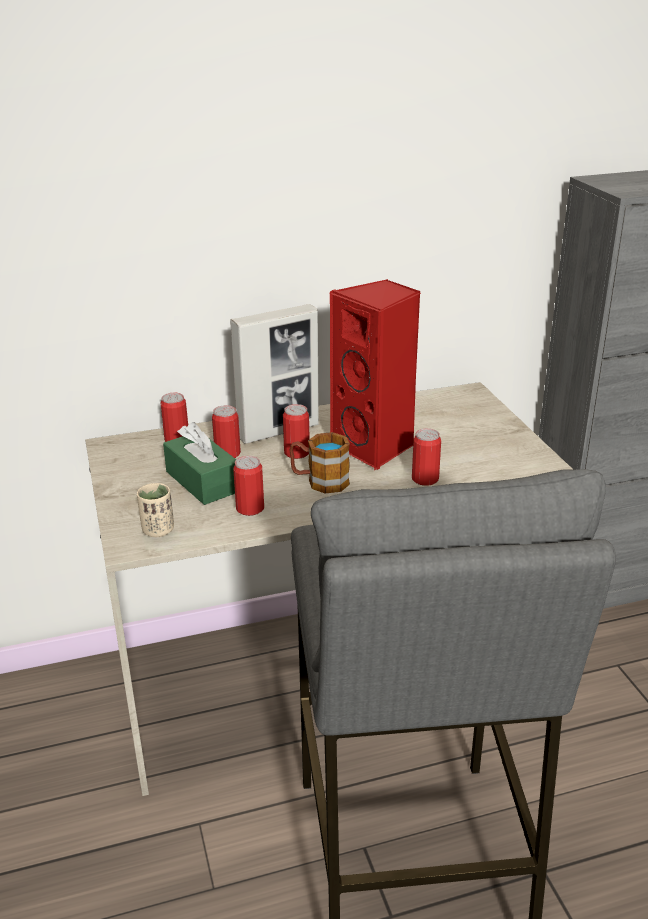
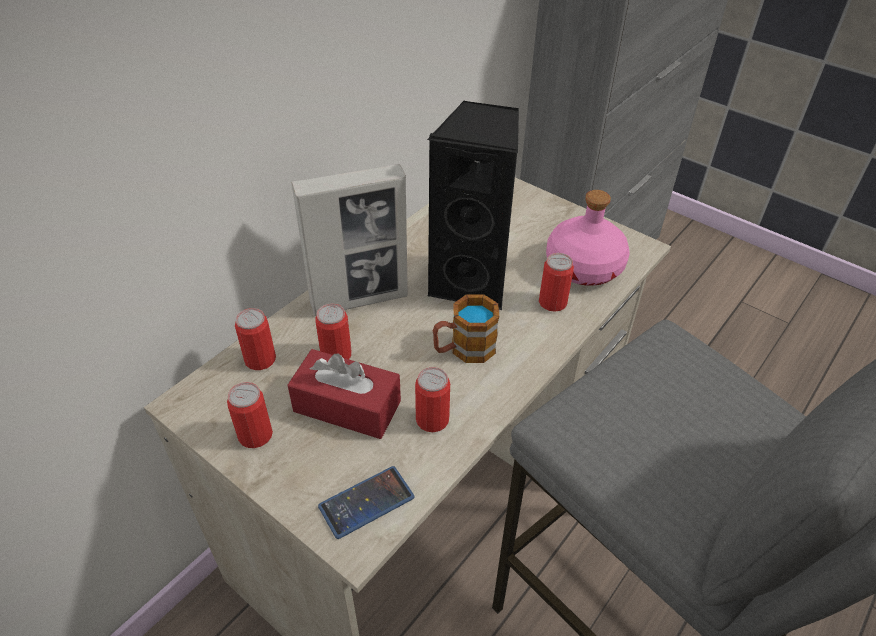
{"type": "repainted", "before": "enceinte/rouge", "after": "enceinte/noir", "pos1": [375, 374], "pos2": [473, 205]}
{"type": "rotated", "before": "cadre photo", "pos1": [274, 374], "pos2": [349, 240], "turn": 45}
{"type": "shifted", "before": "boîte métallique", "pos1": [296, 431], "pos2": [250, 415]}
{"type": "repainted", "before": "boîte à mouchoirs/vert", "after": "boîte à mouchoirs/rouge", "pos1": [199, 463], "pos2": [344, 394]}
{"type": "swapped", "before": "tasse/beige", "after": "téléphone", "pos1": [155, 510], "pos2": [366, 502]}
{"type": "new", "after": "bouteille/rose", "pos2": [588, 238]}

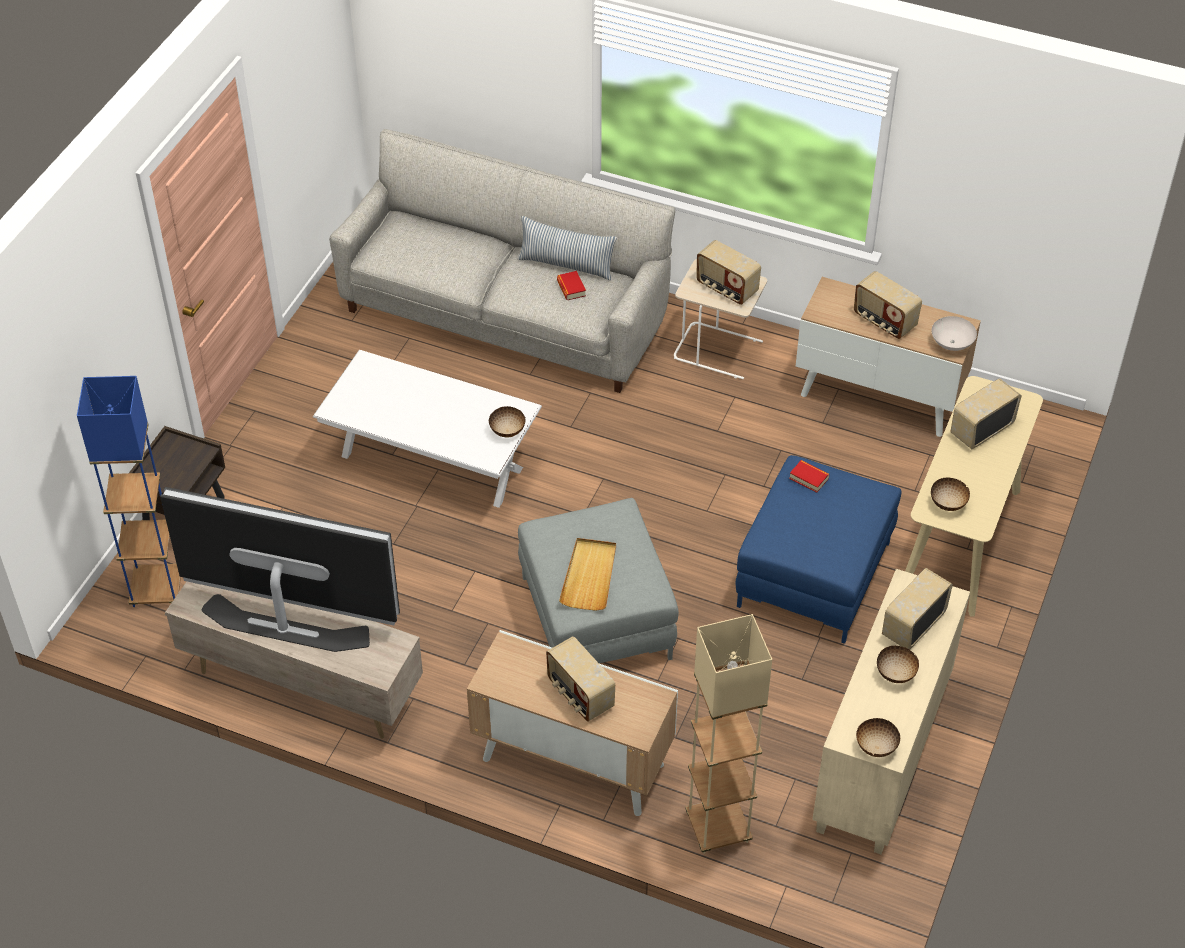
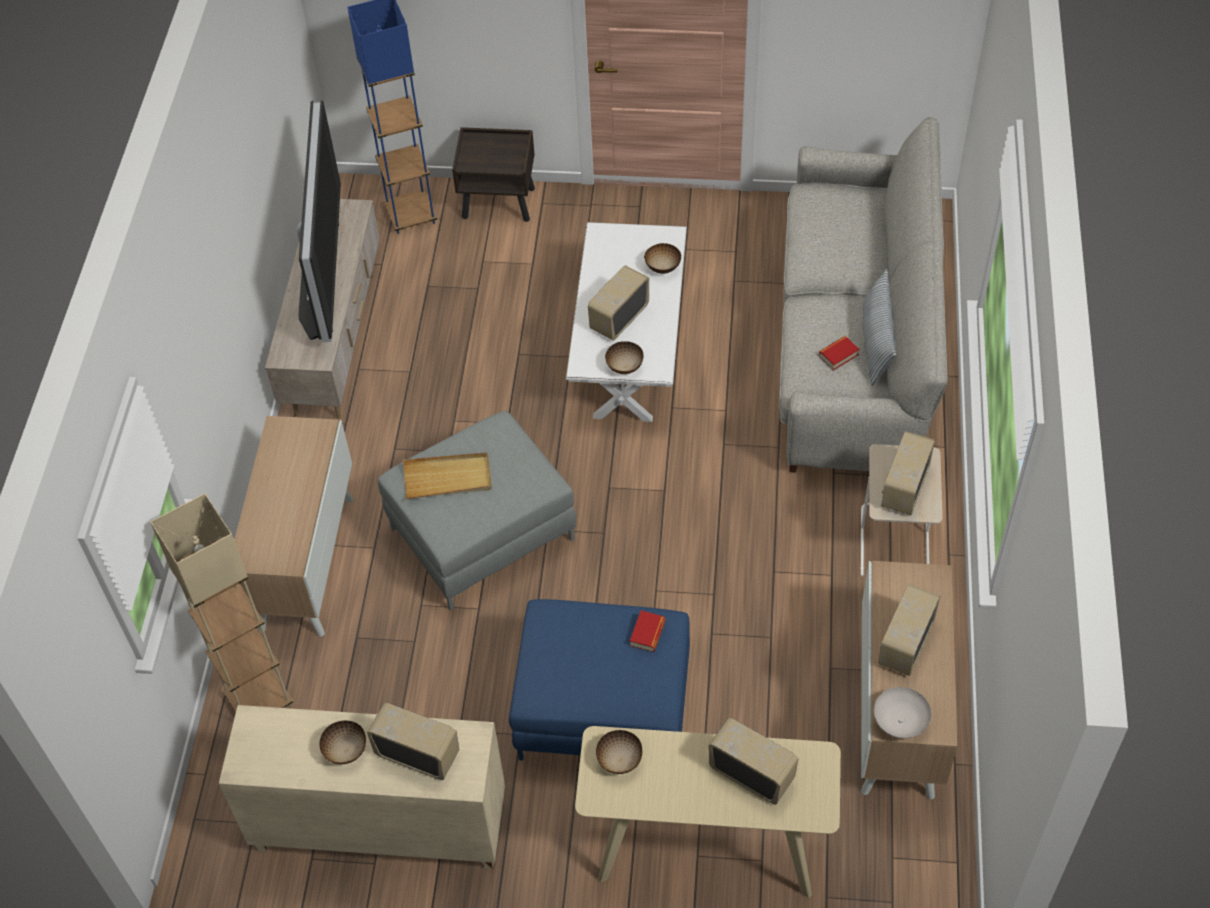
{"type": "shifted", "before": "radio", "pos1": [580, 679], "pos2": [618, 303]}
{"type": "shifted", "before": "bol", "pos1": [878, 737], "pos2": [662, 258]}

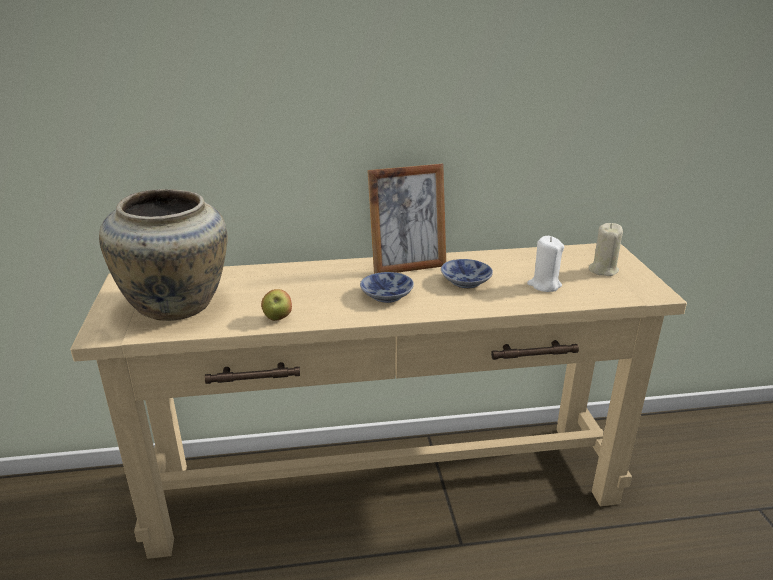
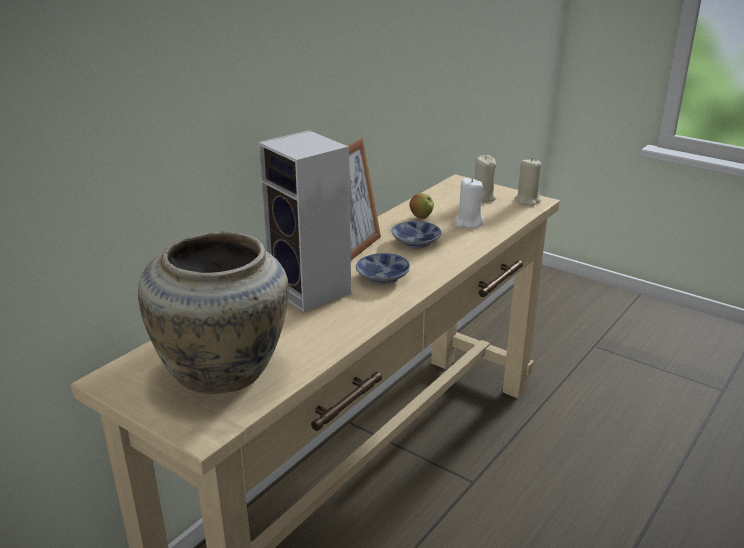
{"type": "shifted", "before": "pomme", "pos1": [276, 305], "pos2": [421, 206]}
{"type": "new", "after": "enceinte", "pos2": [304, 221]}
{"type": "new", "after": "bougie/beige", "pos2": [528, 182]}

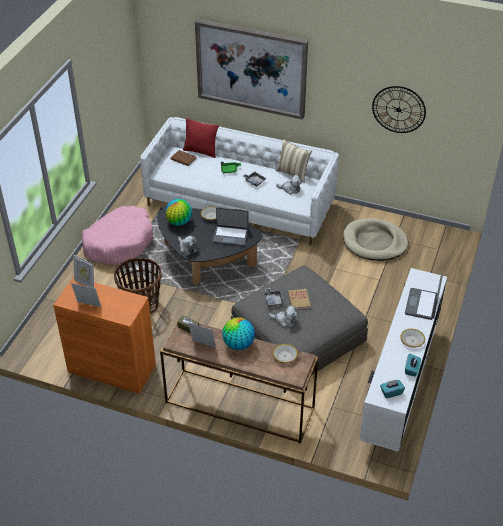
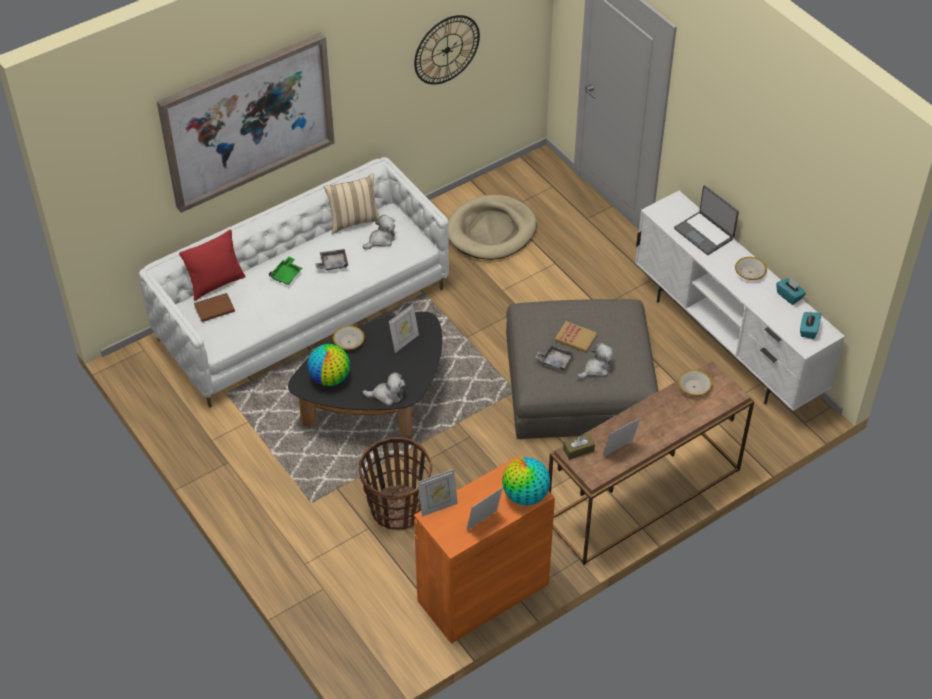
{"type": "gone", "before": "panier pour chien/rose", "pos1": [117, 235]}
{"type": "swapped", "before": "ordinateur portable", "after": "cadre photo", "pos1": [230, 226], "pos2": [404, 328]}
{"type": "shifted", "before": "globe", "pos1": [238, 333], "pos2": [526, 481]}

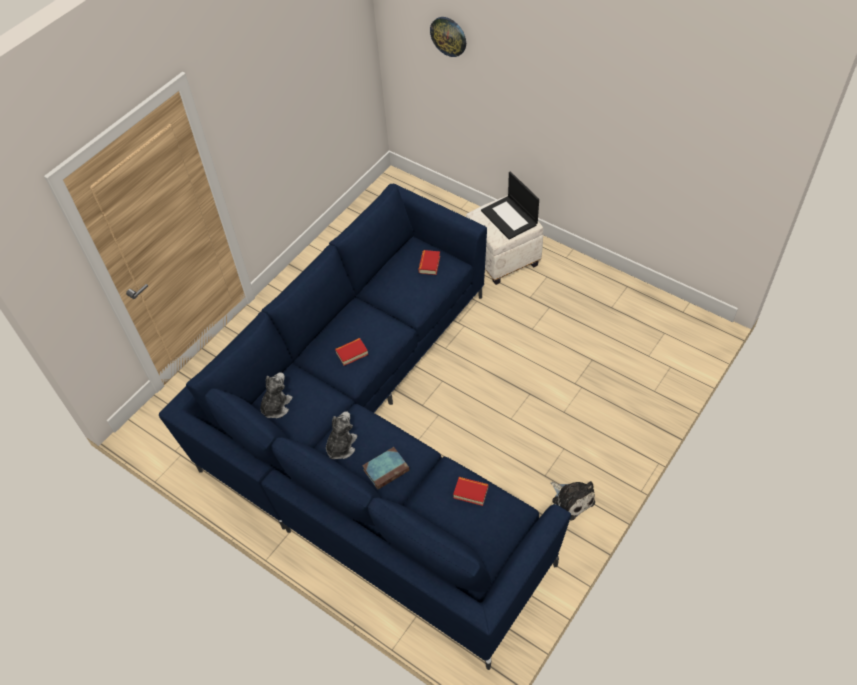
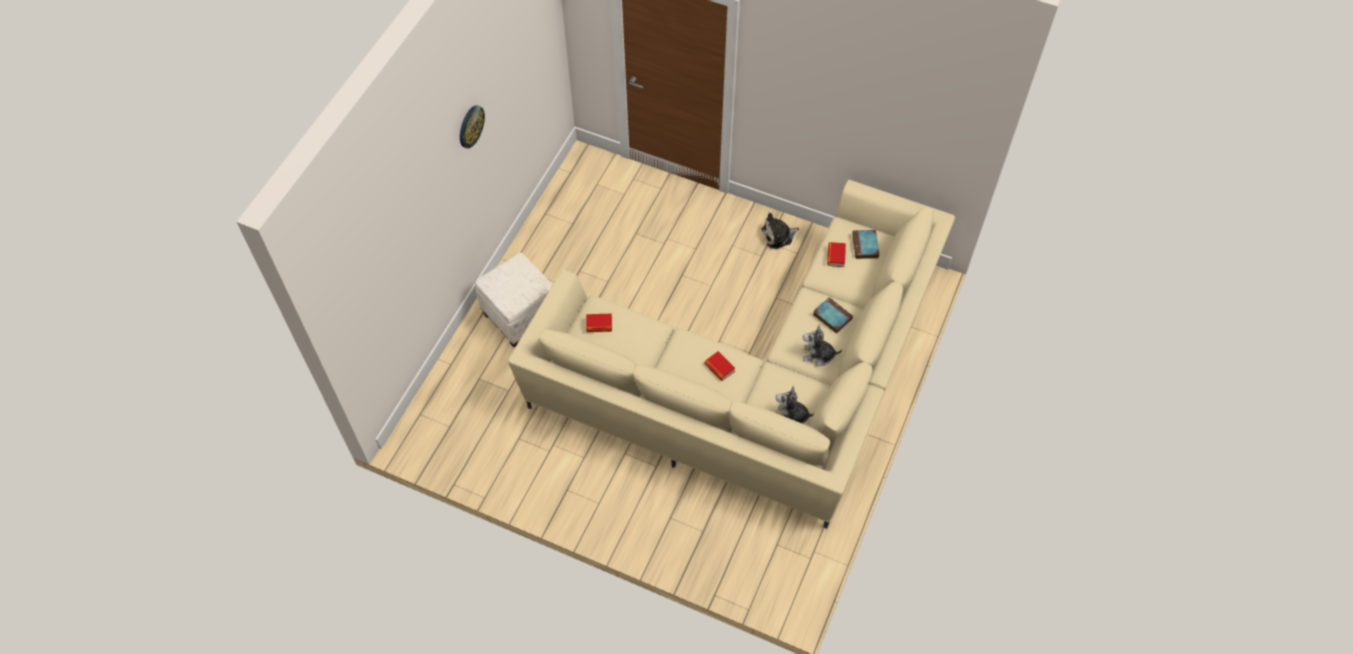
{"type": "shifted", "before": "horloge murale", "pos1": [448, 37], "pos2": [472, 126]}
{"type": "gone", "before": "ordinateur portable", "pos1": [510, 205]}
{"type": "repainted", "before": "canapé/bleu", "after": "canapé/beige", "pos1": [365, 427], "pos2": [731, 354]}
{"type": "rotated", "before": "peluche", "pos1": [573, 501], "pos2": [780, 231], "turn": -150}
{"type": "new", "after": "livre", "pos2": [866, 244]}

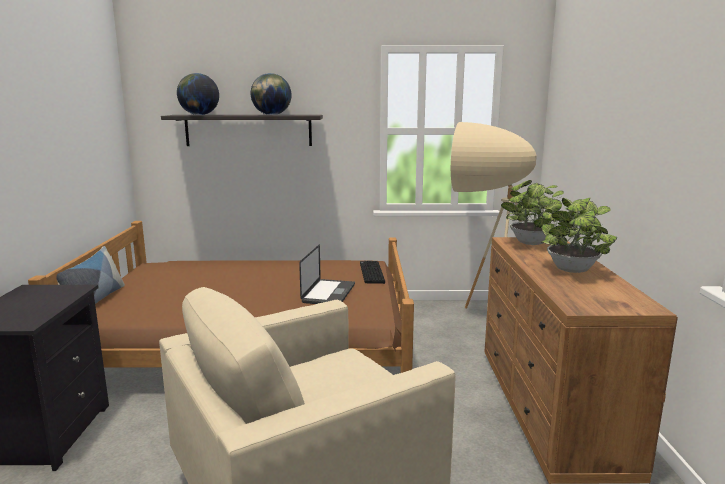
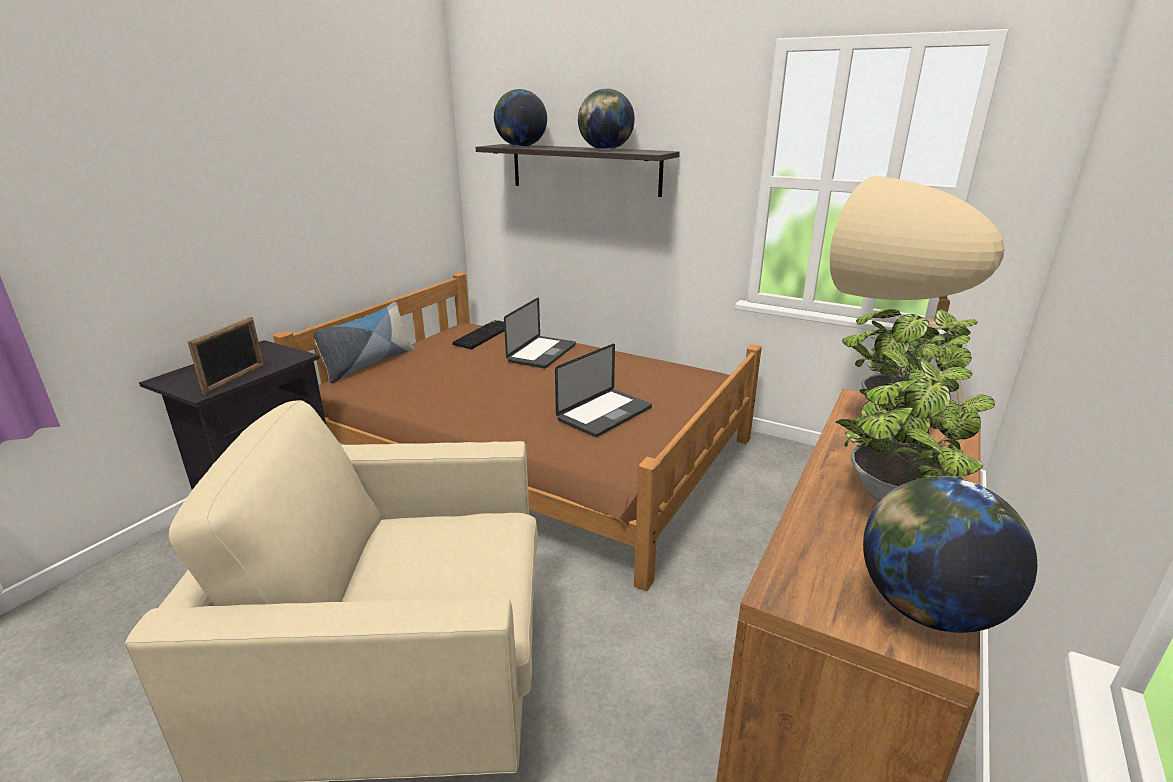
{"type": "shifted", "before": "clavier", "pos1": [372, 272], "pos2": [478, 335]}
{"type": "new", "after": "ordinateur portable", "pos2": [540, 332]}
{"type": "new", "after": "cadre photo", "pos2": [226, 356]}
{"type": "new", "after": "globe", "pos2": [950, 555]}

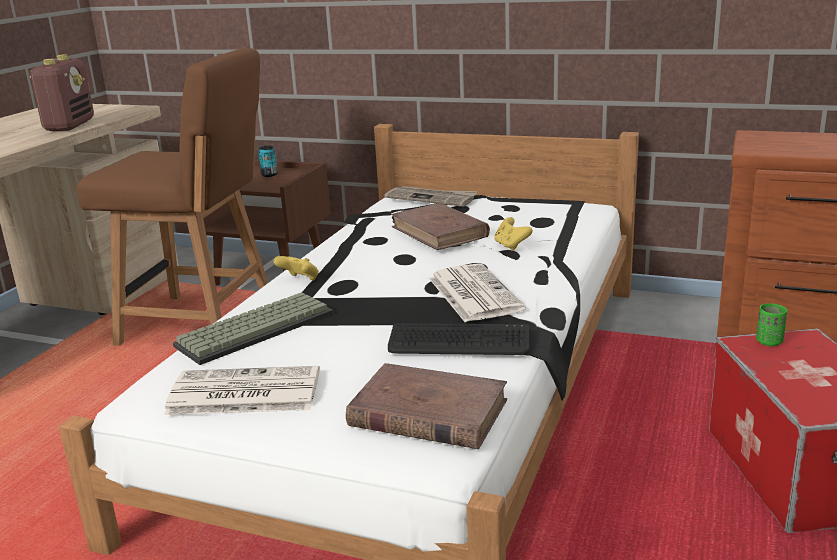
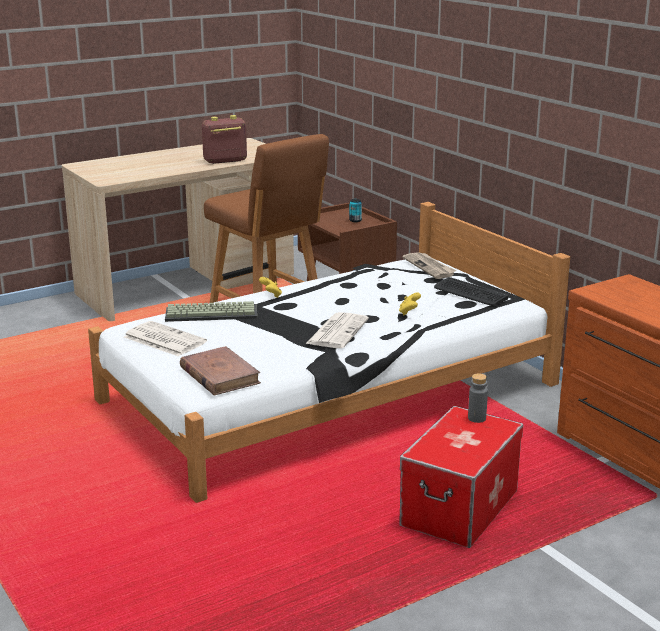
{"type": "rotated", "before": "radio", "pos1": [62, 92], "pos2": [224, 139], "turn": -150}
{"type": "gone", "before": "livre/marron", "pos1": [440, 226]}
{"type": "swapped", "before": "tasse/vert", "after": "bouteille/gris", "pos1": [772, 324], "pos2": [478, 398]}
{"type": "shifted", "before": "clavier", "pos1": [459, 339], "pos2": [471, 291]}

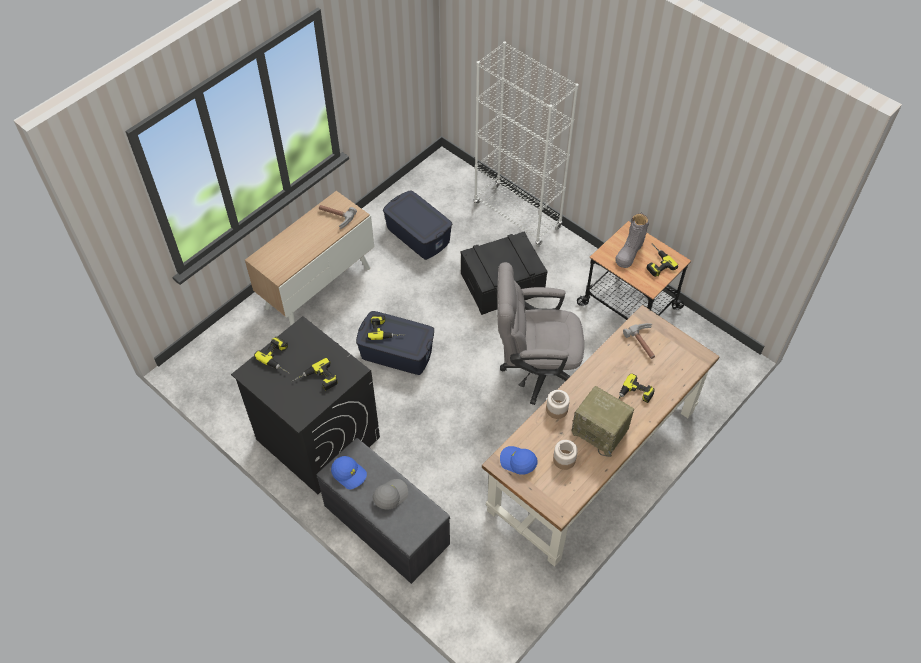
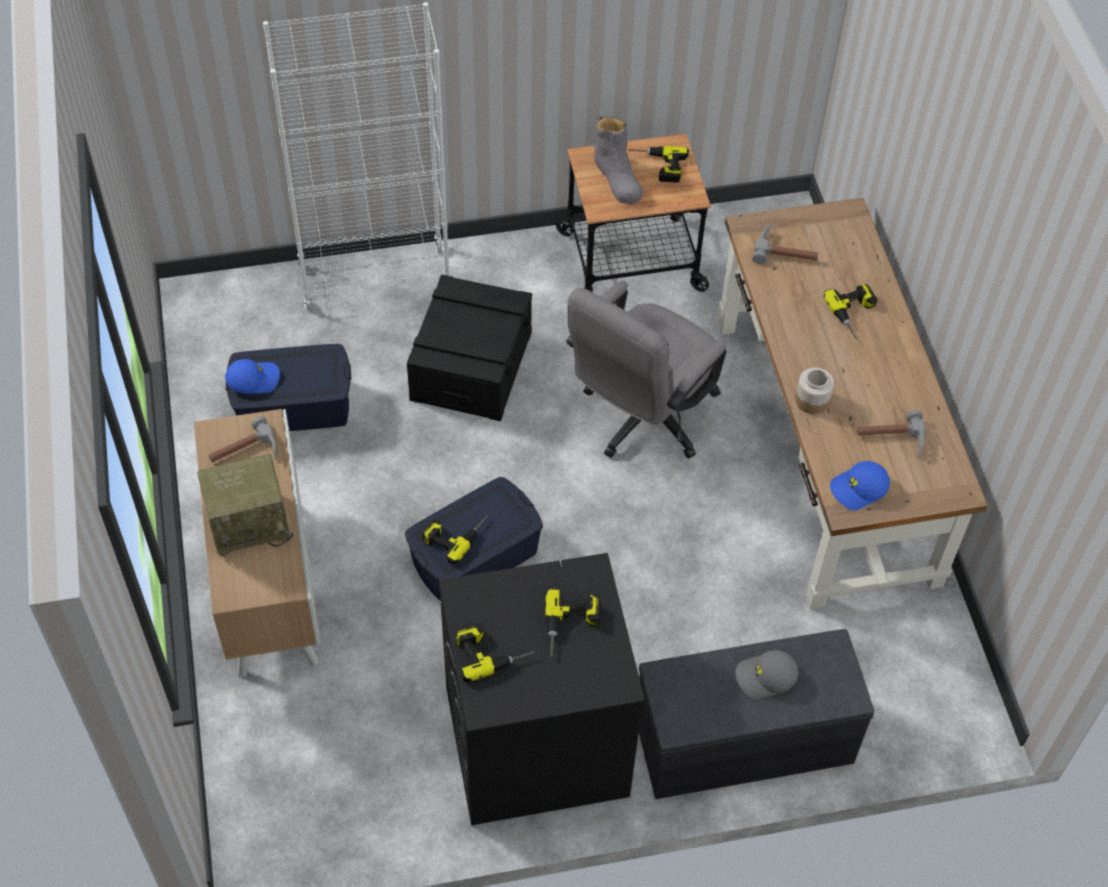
{"type": "shifted", "before": "radio", "pos1": [602, 421], "pos2": [245, 505]}
{"type": "swapped", "before": "bocal", "after": "marteau", "pos1": [565, 455], "pos2": [891, 433]}
{"type": "shifted", "before": "casquette/bleu", "pos1": [349, 473], "pos2": [252, 376]}
{"type": "rotated", "before": "casquette/gris", "pos1": [390, 494], "pos2": [766, 674], "turn": -90}

